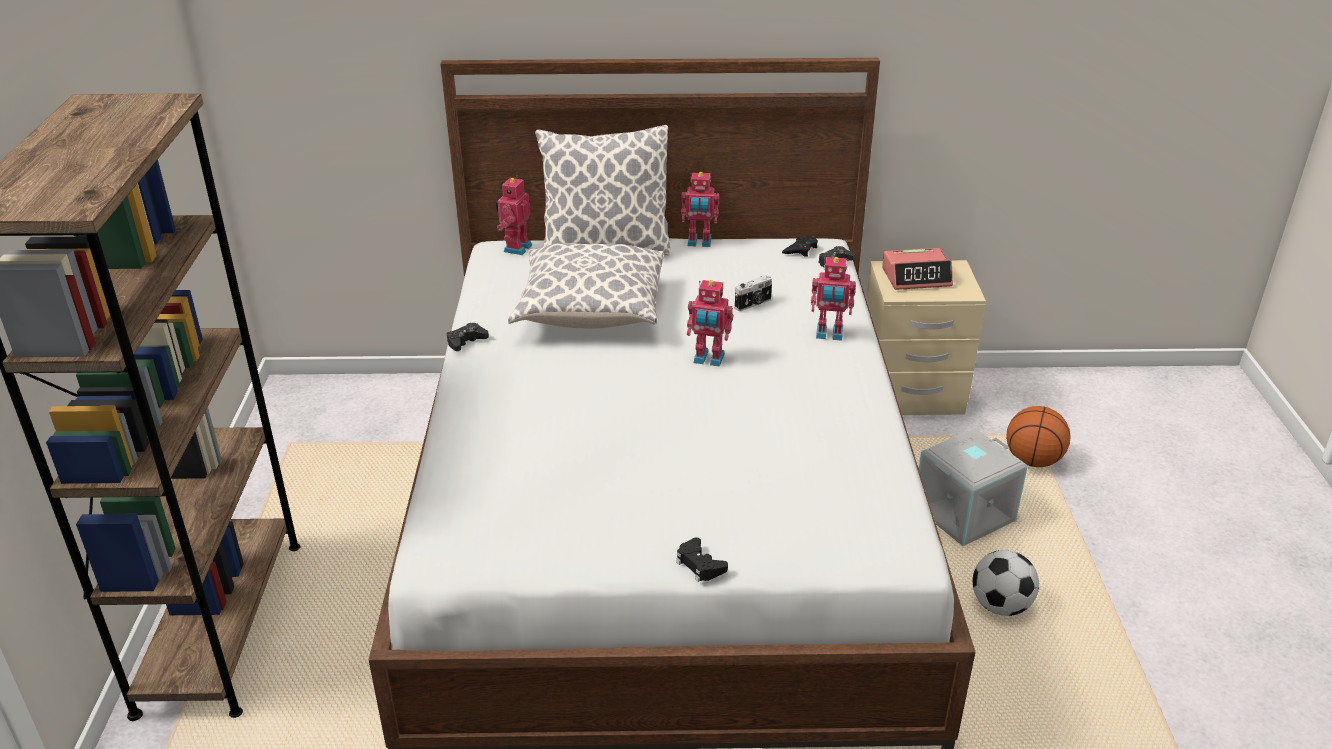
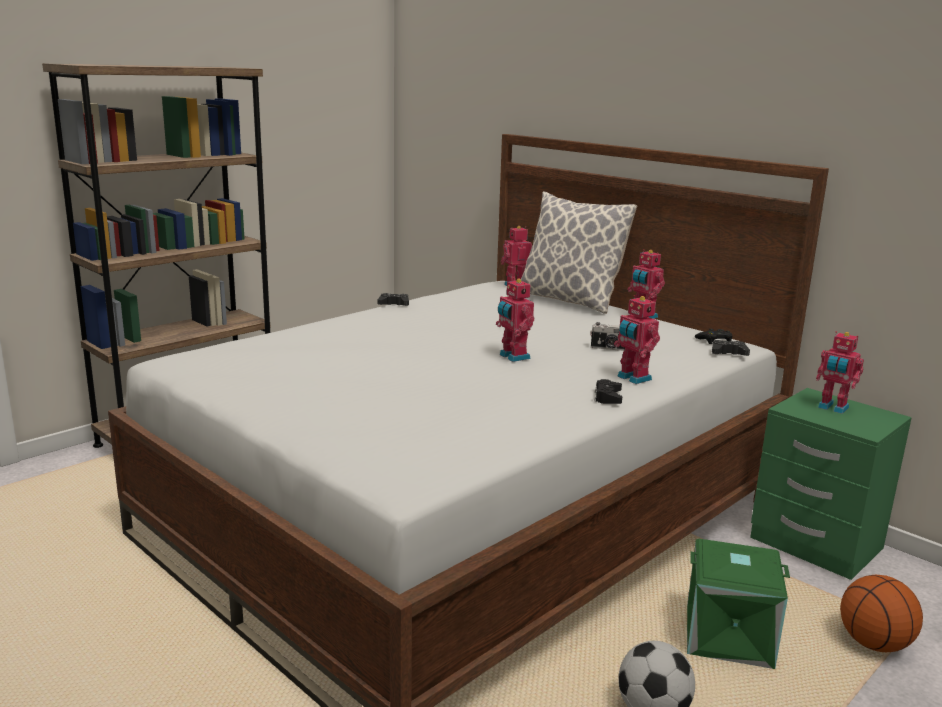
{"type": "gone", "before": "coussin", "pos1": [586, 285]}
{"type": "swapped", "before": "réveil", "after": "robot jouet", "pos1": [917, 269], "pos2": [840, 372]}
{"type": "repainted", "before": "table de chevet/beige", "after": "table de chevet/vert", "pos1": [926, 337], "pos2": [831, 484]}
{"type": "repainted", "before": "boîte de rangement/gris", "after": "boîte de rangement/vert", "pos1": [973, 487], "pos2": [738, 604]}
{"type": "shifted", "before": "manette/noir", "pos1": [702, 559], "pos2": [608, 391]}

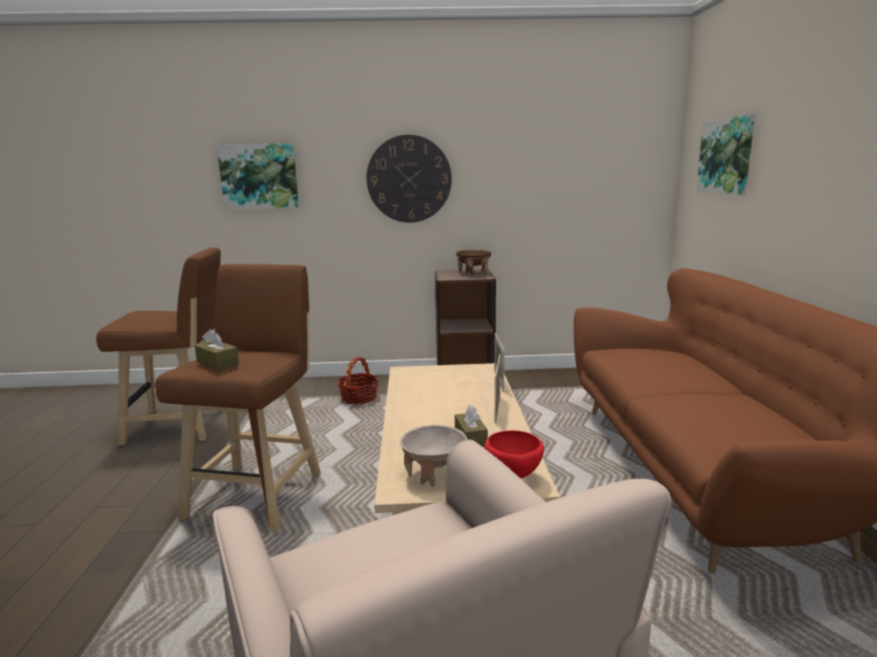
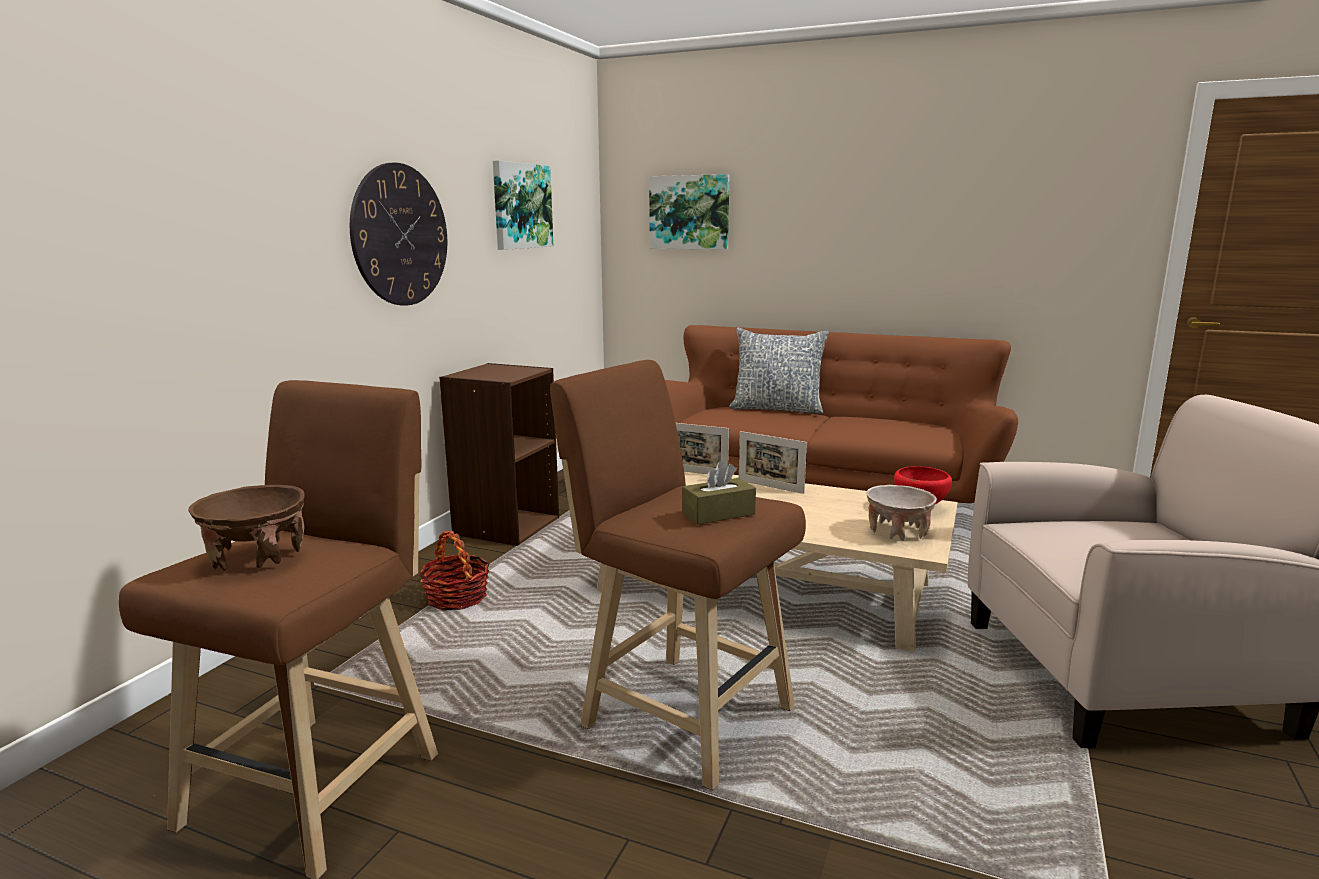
{"type": "shifted", "before": "tableau", "pos1": [258, 176], "pos2": [523, 205]}
{"type": "shifted", "before": "bol/marron", "pos1": [473, 262], "pos2": [246, 528]}
{"type": "gone", "before": "boîte à mouchoirs/marron", "pos1": [471, 426]}
{"type": "new", "after": "coussin", "pos2": [779, 371]}

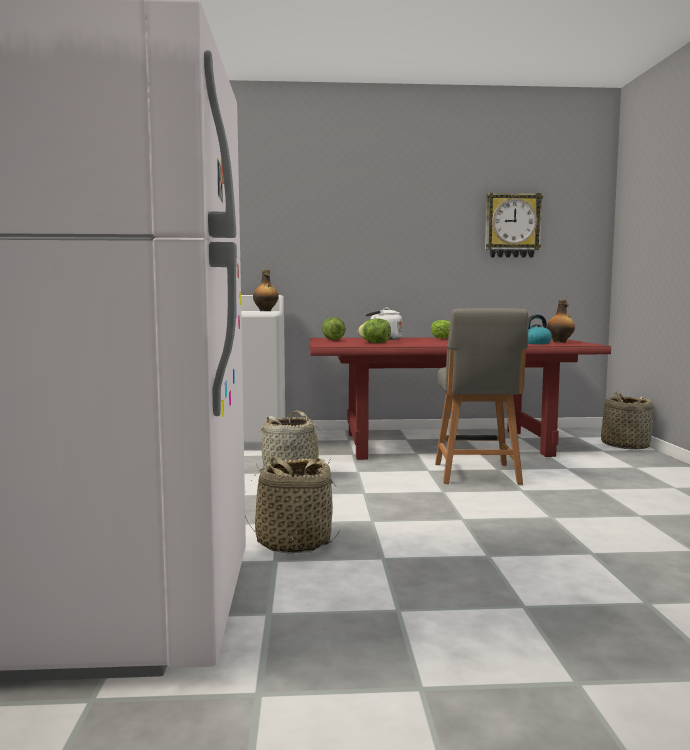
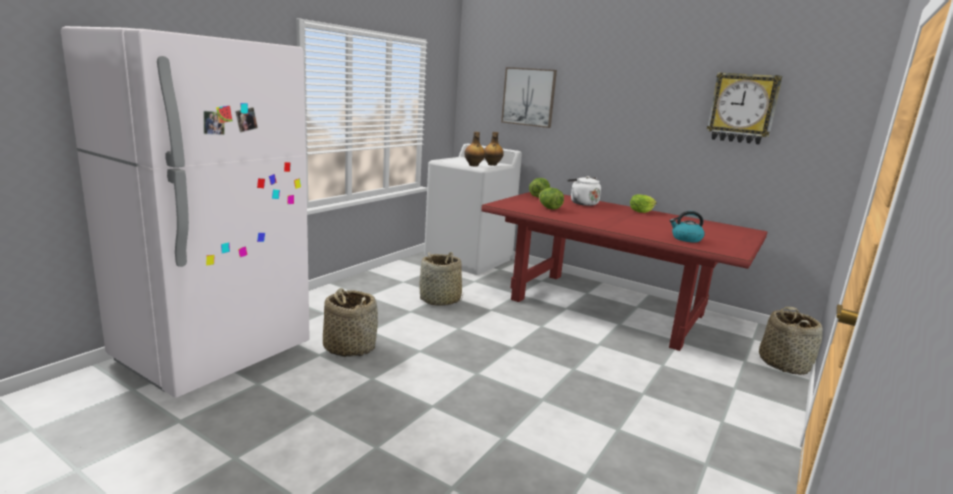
{"type": "shifted", "before": "bouteille", "pos1": [561, 321], "pos2": [474, 149]}
{"type": "gone", "before": "chaise/gris", "pos1": [482, 396]}
{"type": "new", "after": "tableau", "pos2": [529, 97]}

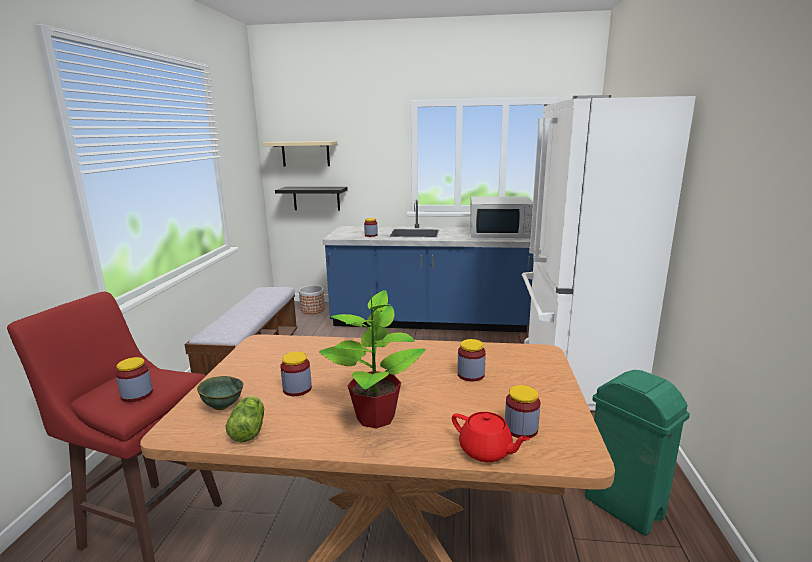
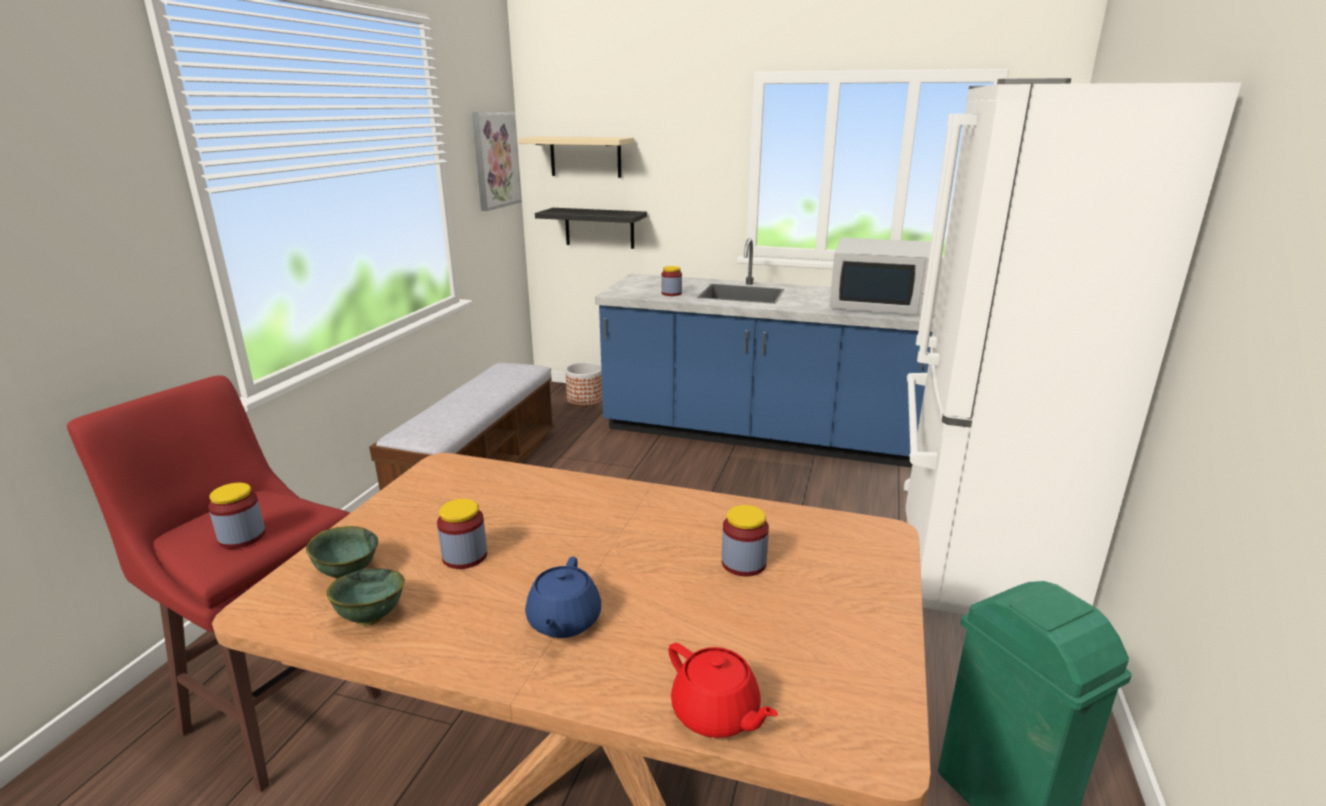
{"type": "swapped", "before": "plante en pot", "after": "théière/bleu", "pos1": [372, 359], "pos2": [563, 597]}
{"type": "gone", "before": "bocal", "pos1": [522, 411]}
{"type": "swapped", "before": "laitue", "after": "bol/vert", "pos1": [245, 419], "pos2": [365, 597]}
{"type": "new", "after": "tableau", "pos2": [497, 161]}

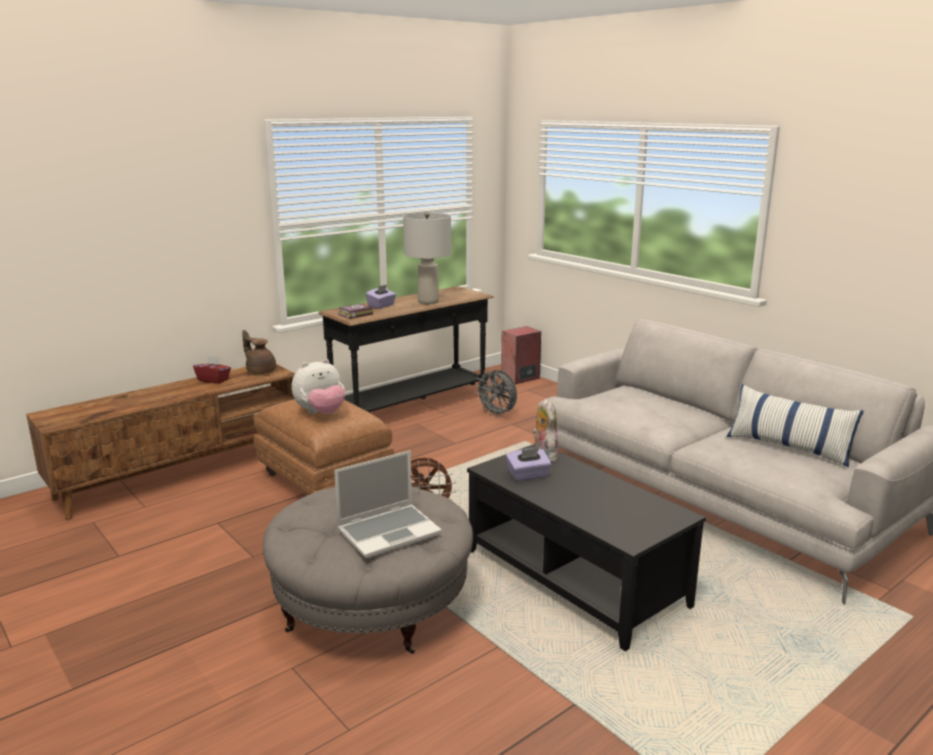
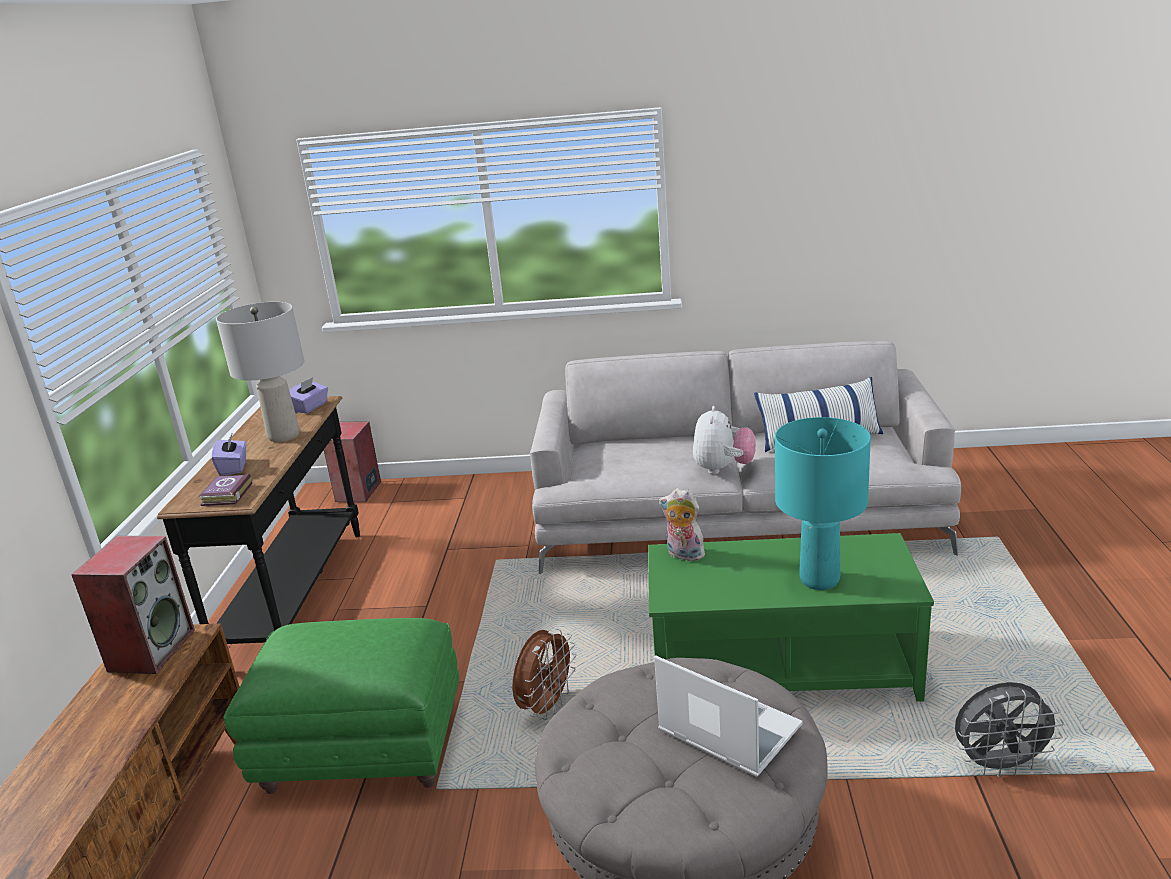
{"type": "swapped", "before": "théière/marron", "after": "enceinte", "pos1": [259, 352], "pos2": [133, 605]}
{"type": "gone", "before": "boîte à mouchoirs/rouge", "pos1": [212, 369]}
{"type": "shifted", "before": "peluche", "pos1": [318, 386], "pos2": [724, 440]}
{"type": "shifted", "before": "ventilateur/gris", "pos1": [496, 393], "pos2": [1009, 729]}
{"type": "repainted", "before": "pouf/marron", "after": "pouf/vert", "pos1": [324, 447], "pos2": [341, 706]}
{"type": "repainted", "before": "table basse/noir", "after": "table basse/vert", "pos1": [586, 547], "pos2": [791, 617]}
{"type": "shifted", "before": "boîte à mouchoirs/violet", "pos1": [529, 464], "pos2": [308, 395]}
{"type": "rotated", "before": "ordinateur portable", "pos1": [388, 504], "pos2": [728, 716], "turn": -60}
{"type": "new", "after": "lampe de table/turquoise", "pos2": [823, 503]}

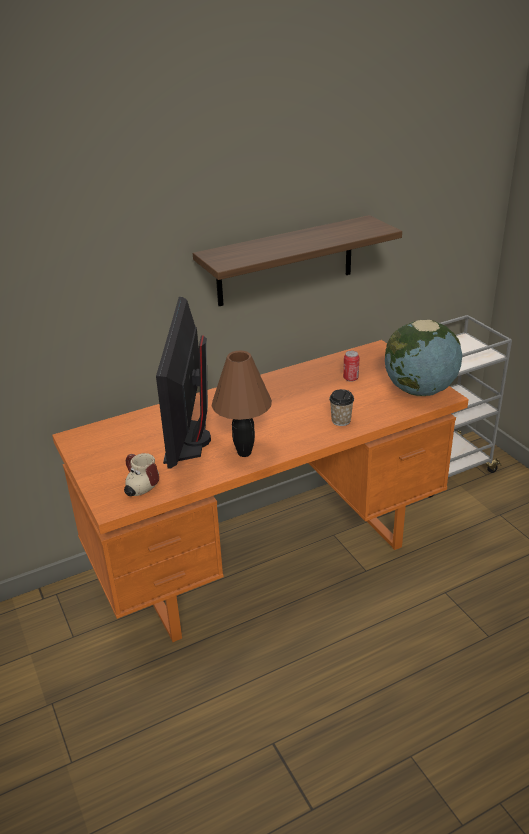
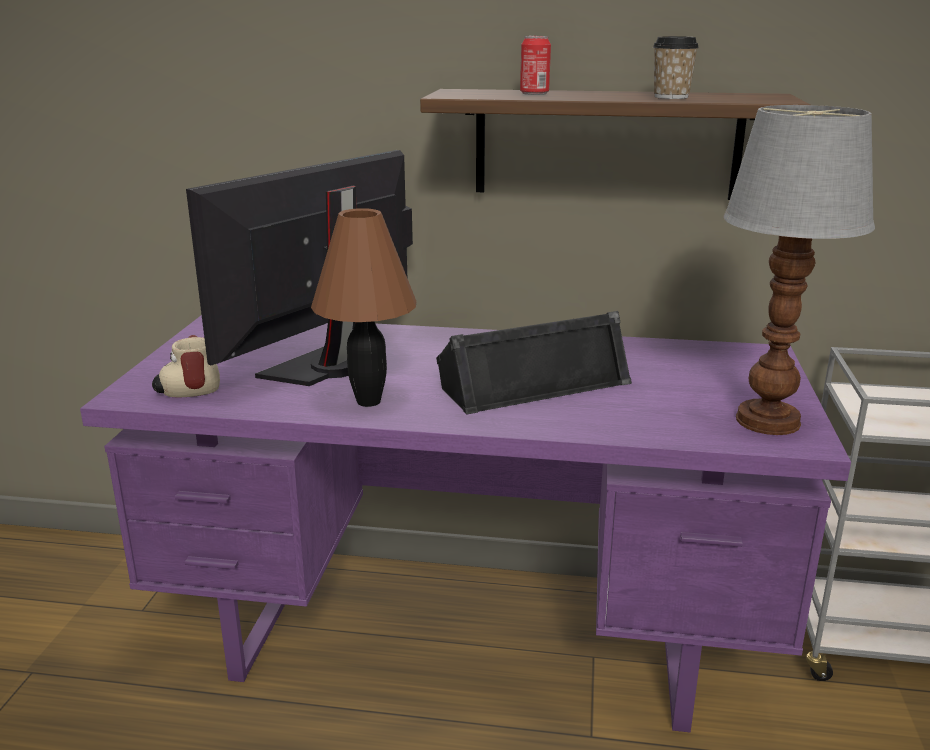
{"type": "swapped", "before": "globe", "after": "lampe de table", "pos1": [423, 358], "pos2": [799, 270]}
{"type": "repainted", "before": "bureau/orange", "after": "bureau/violet", "pos1": [260, 491], "pos2": [465, 523]}
{"type": "shifted", "before": "boîte métallique", "pos1": [351, 366], "pos2": [535, 65]}
{"type": "shifted", "before": "tasse", "pos1": [341, 407], "pos2": [676, 67]}
{"type": "new", "after": "enceinte/noir", "pos2": [534, 362]}

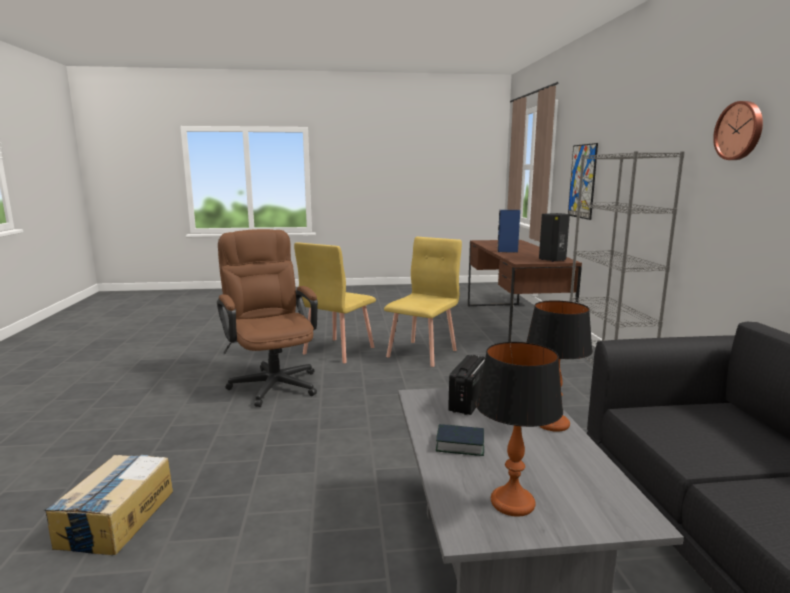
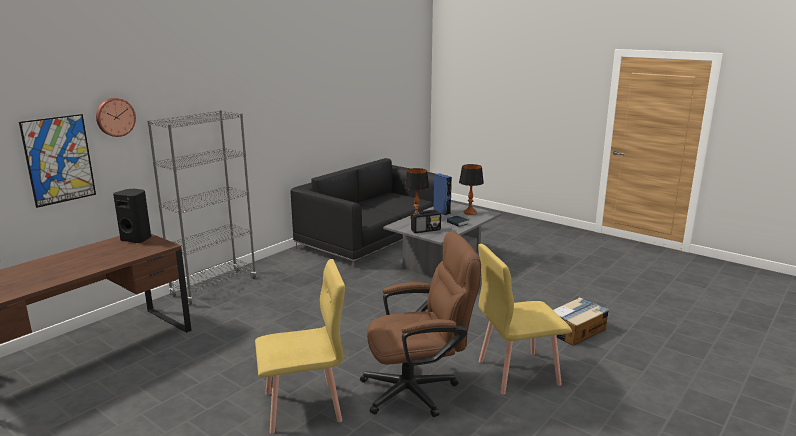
{"type": "shifted", "before": "horloge murale", "pos1": [738, 130], "pos2": [116, 117]}
{"type": "shifted", "before": "enceinte/bleu", "pos1": [508, 231], "pos2": [442, 194]}
{"type": "rotated", "before": "chaise de bureau/marron", "pos1": [267, 318], "pos2": [420, 324], "turn": -120}
{"type": "shifted", "before": "chaise/jaune", "pos1": [423, 302], "pos2": [525, 319]}

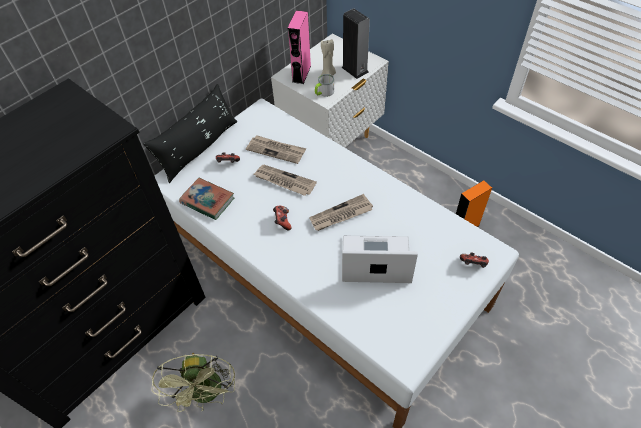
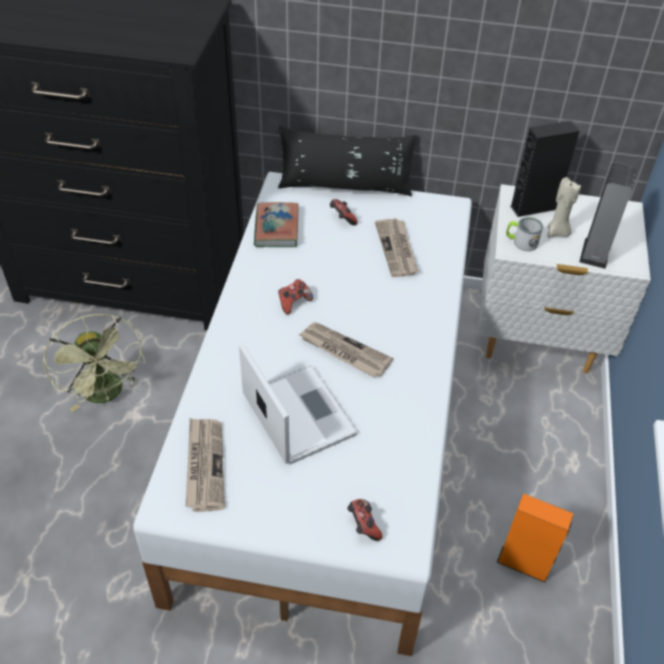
{"type": "repainted", "before": "enceinte/rose", "after": "enceinte/noir", "pos1": [299, 47], "pos2": [545, 169]}
{"type": "shifted", "before": "journal", "pos1": [285, 180], "pos2": [205, 465]}
{"type": "rotated", "before": "ventilateur/vert", "pos1": [193, 382], "pos2": [94, 363], "turn": -75}

